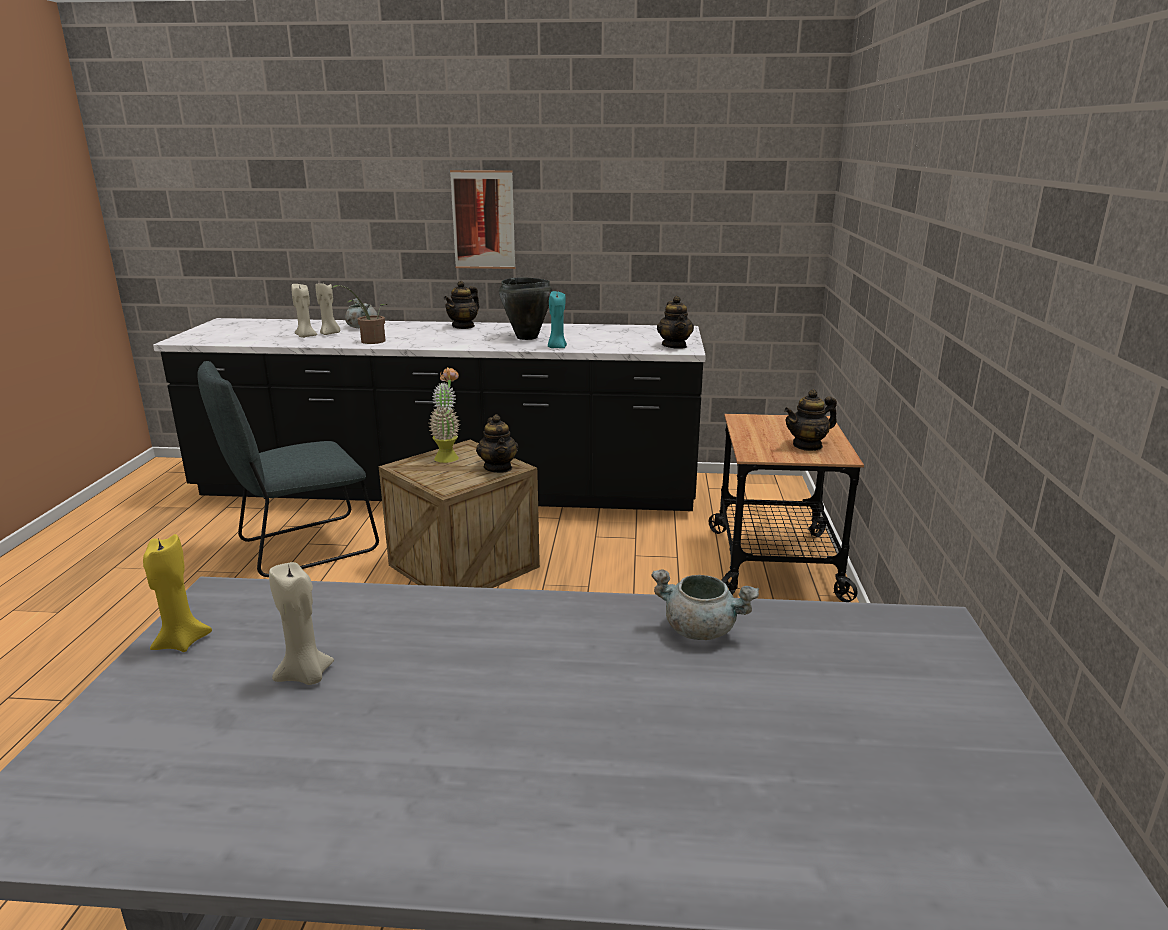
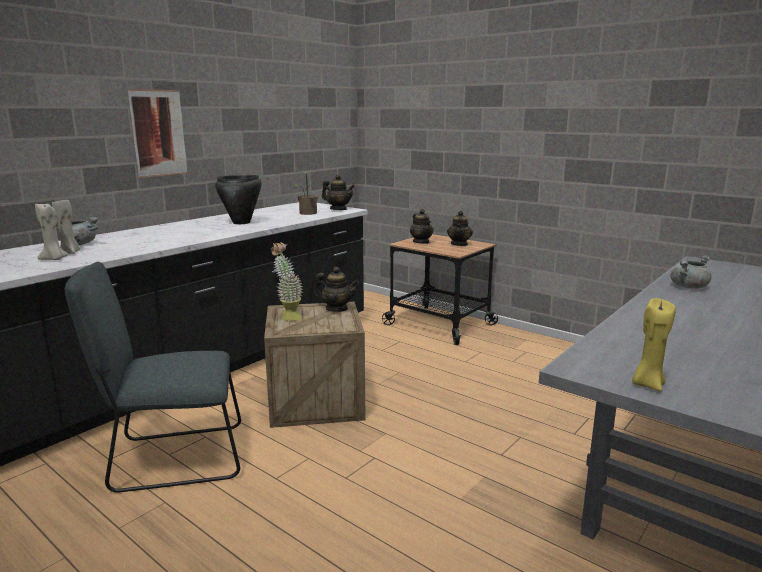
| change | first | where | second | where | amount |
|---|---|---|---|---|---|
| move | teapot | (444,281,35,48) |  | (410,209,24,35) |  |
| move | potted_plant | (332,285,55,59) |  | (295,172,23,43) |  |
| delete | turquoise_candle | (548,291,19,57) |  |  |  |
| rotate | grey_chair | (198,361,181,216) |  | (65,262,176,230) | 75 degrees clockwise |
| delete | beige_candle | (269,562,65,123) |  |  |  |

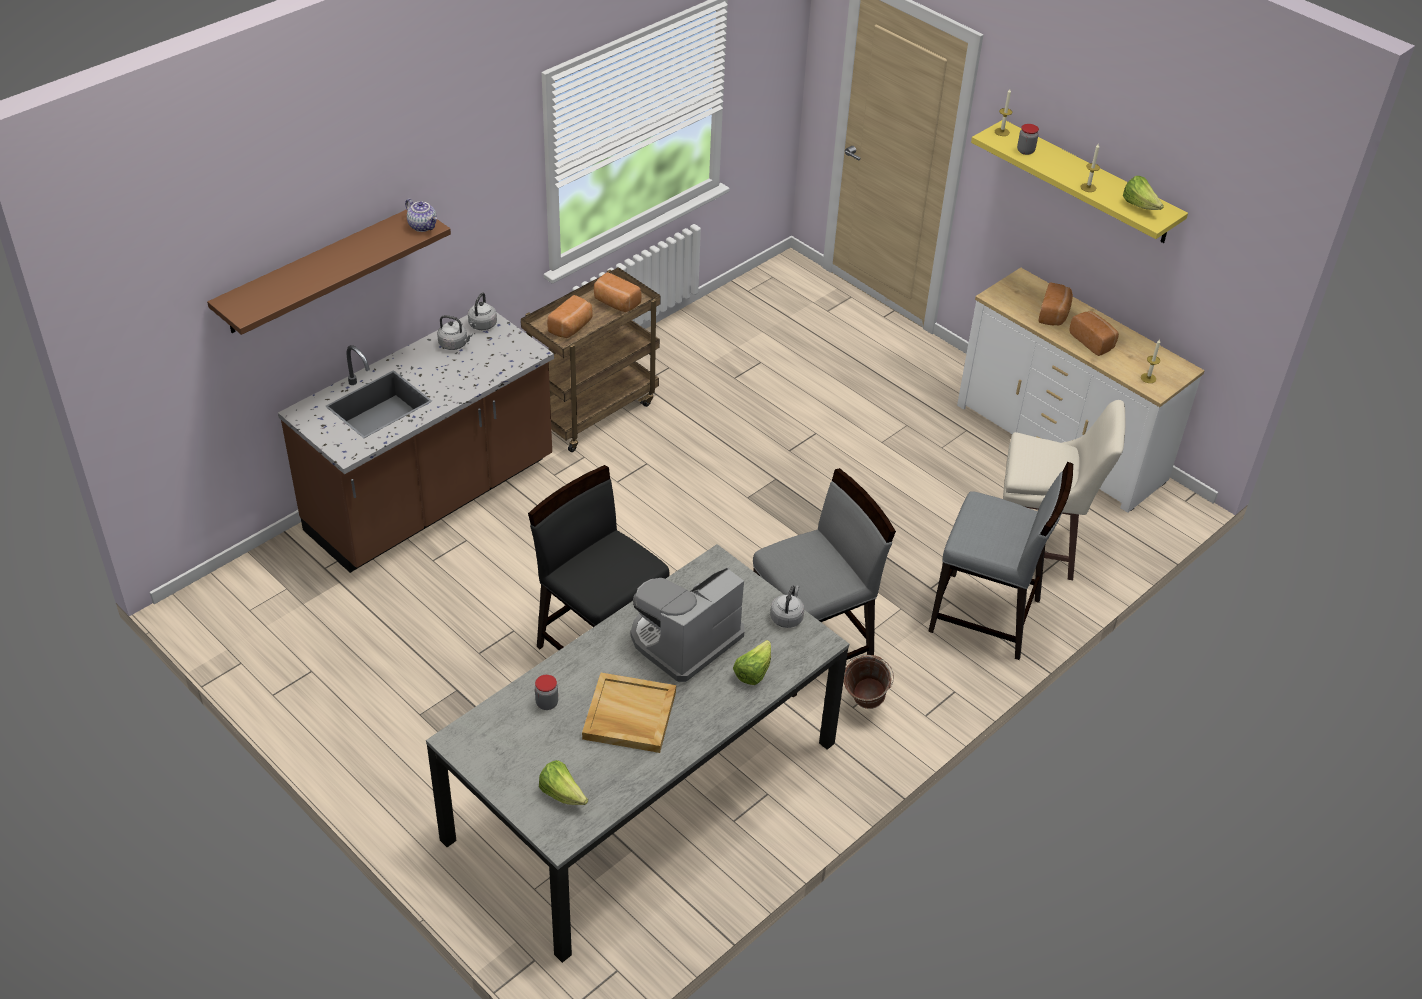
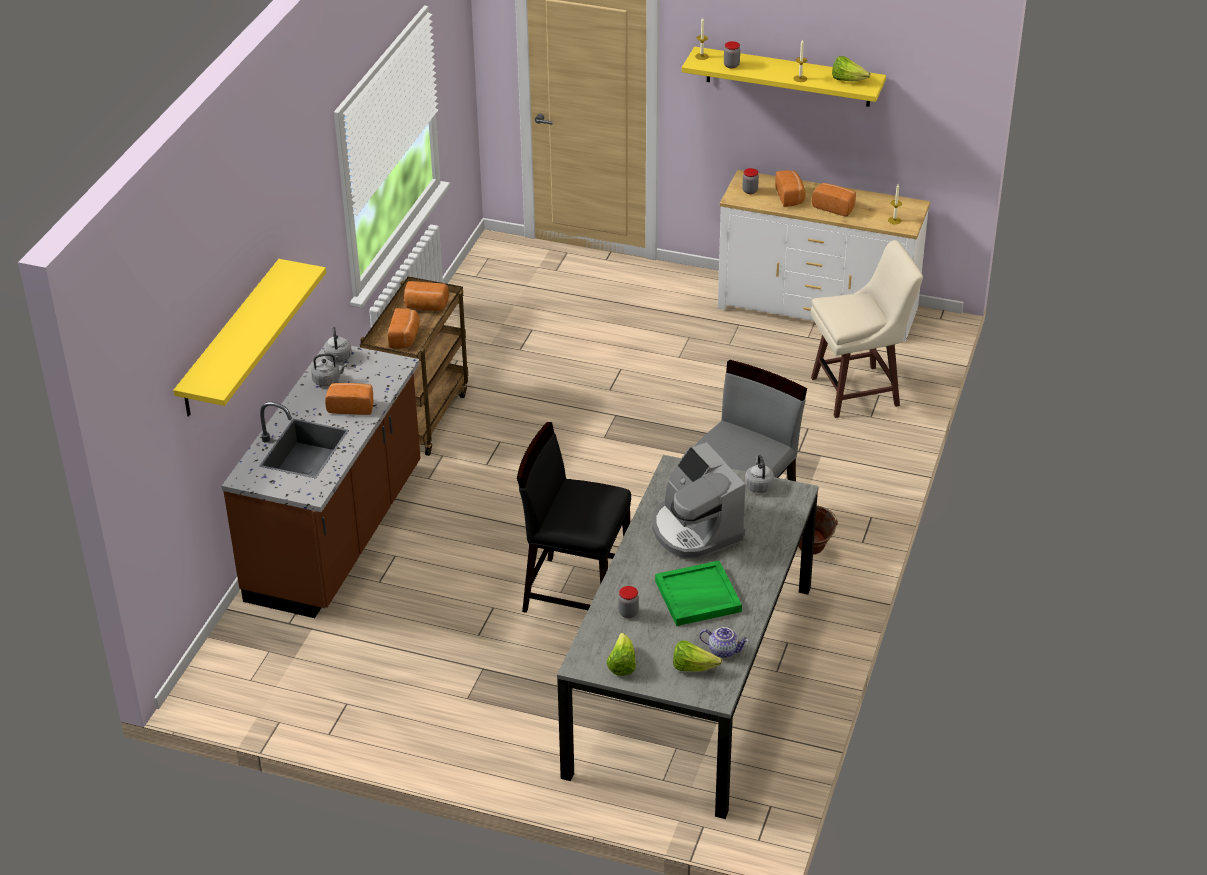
| change | first | where | second | where | amount |
|---|---|---|---|---|---|
| move | teapot | (405,199,32,33) |  | (699,627,50,31) |  |
| recolor | brown_shelf | (207,209,244,126) | yellow_shelf | (173,259,153,158) |  |
| delete | grey_chair | (928,462,145,198) |  |  |  |
| rotate | coffee_machine | (631,567,113,115) |  | (652,442,93,117) | 45 degrees counterclockwise |
| move | lettuce | (733,640,38,45) |  | (607,633,29,43) |  |
| recolor | beige_tray | (582,673,94,80) | green_tray | (655,561,87,65) |  |
| insert |  |  | jar | (742,168,17,26) |  |
| insert |  |  | bread | (325,383,48,32) |  |

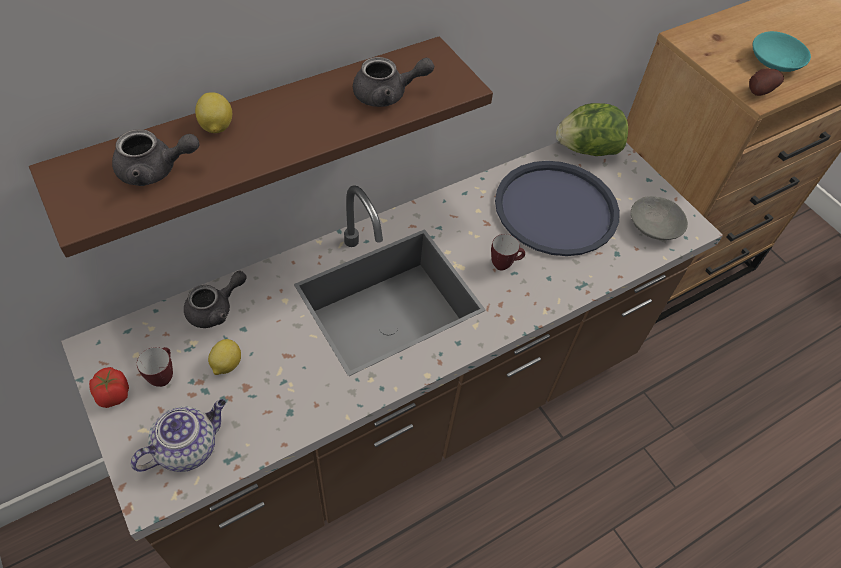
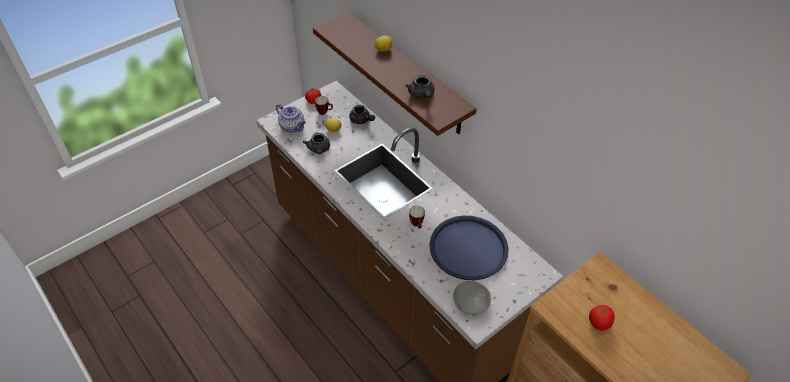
| change | first | where | second | where | amount |
|---|---|---|---|---|---|
| replace | turquoise_bowl | (753,31,58,41) | tomato | (589,305,25,26) |  |
| delete | potato | (749,69,35,27) |  |  |  |
| delete | lettuce | (556,103,72,53) |  |  |  |
| move | grey_teapot | (112,129,87,57) |  | (303,133,27,21) |  |

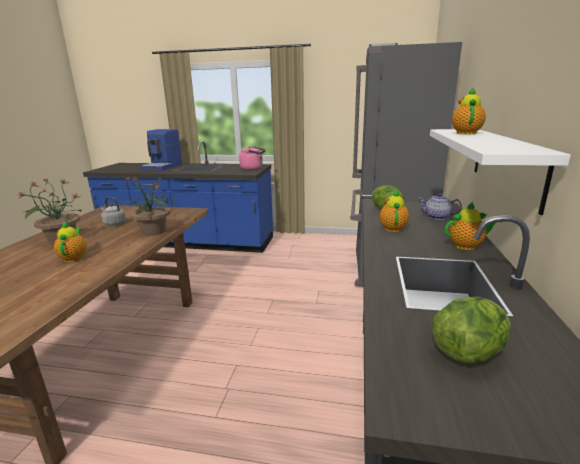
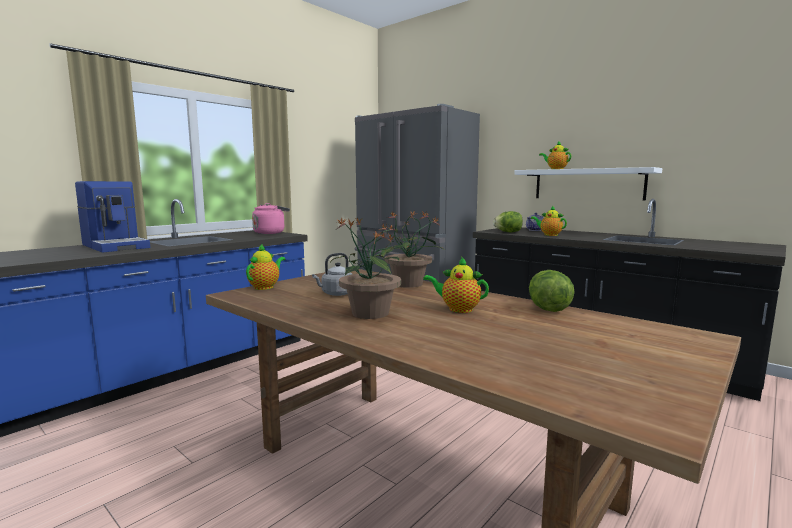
| change | first | where | second | where | amount |
|---|---|---|---|---|---|
| move | teapot | (445,202,58,48) |  | (246,243,39,47) |  |
| move | lettuce | (432,297,79,67) |  | (529,270,46,42) |  |

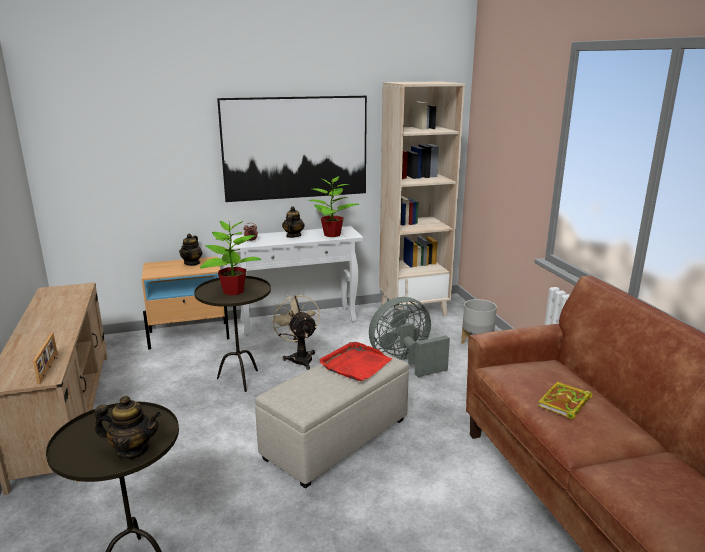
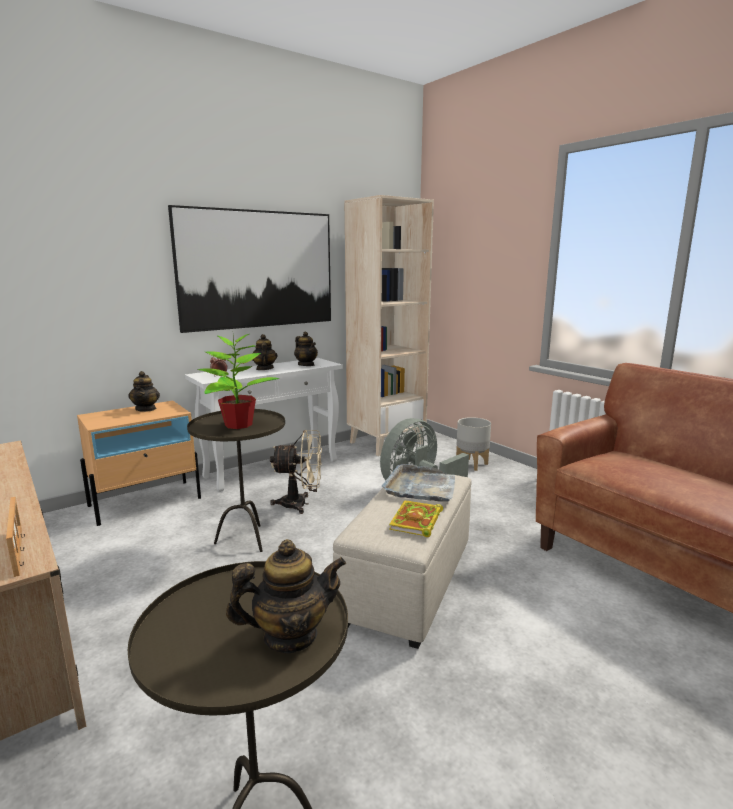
| change | first | where | second | where | amount |
|---|---|---|---|---|---|
| replace | potted_plant | (308,176,51,61) | teapot | (294,332,24,34) |  |
| rotate | beige_fan | (270,293,50,77) |  | (270,430,52,84) | 135 degrees clockwise |
| recolor | red_tray | (319,342,73,40) | grey_tray | (381,464,74,38) |  |
| move | book | (538,382,54,37) |  | (389,500,54,37) |  |

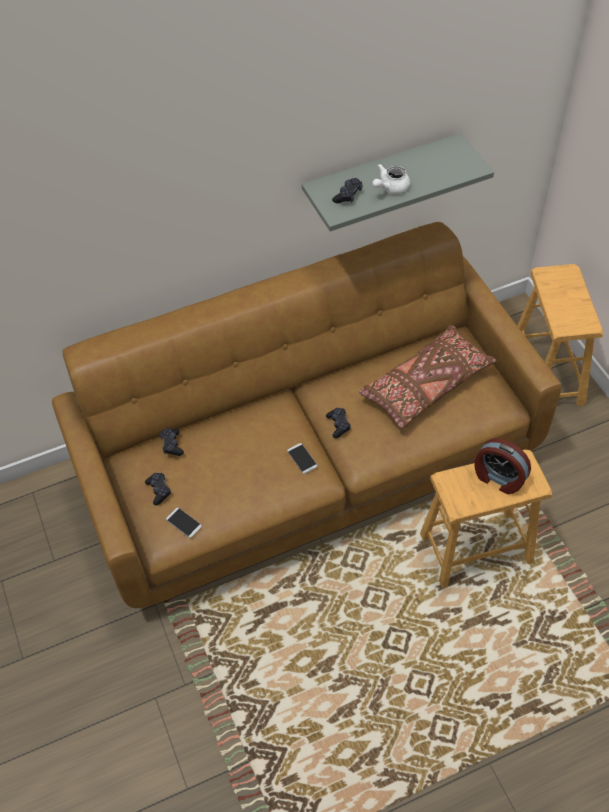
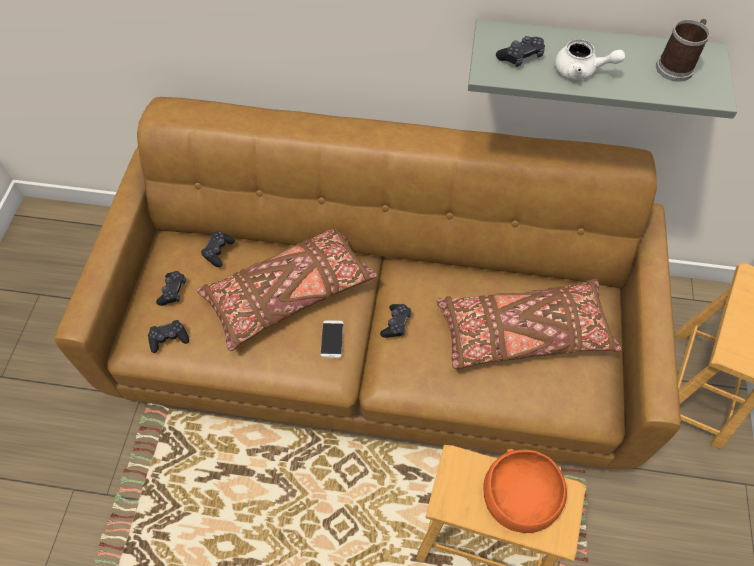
| change | first | where | second | where | amount |
|---|---|---|---|---|---|
| rotate | white_teapot | (372,164,38,30) |  | (555,39,70,41) | 150 degrees counterclockwise |
| replace | alarm_clock | (474,438,57,56) | orange_bowl | (483,449,84,84) |  |
| replace | phone | (166,508,36,30) | black_game_controller | (148,320,41,33) |  |
| insert |  |  | mug | (656,19,54,63) |  |
| insert |  |  | brown_pillow | (197,228,180,123) |  |

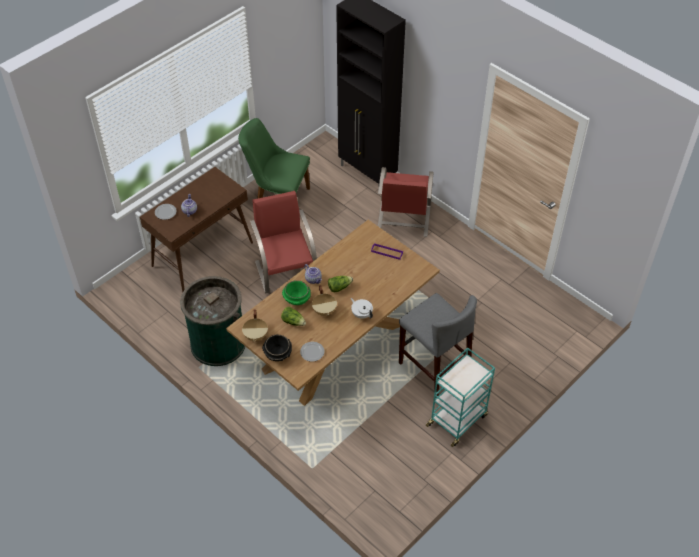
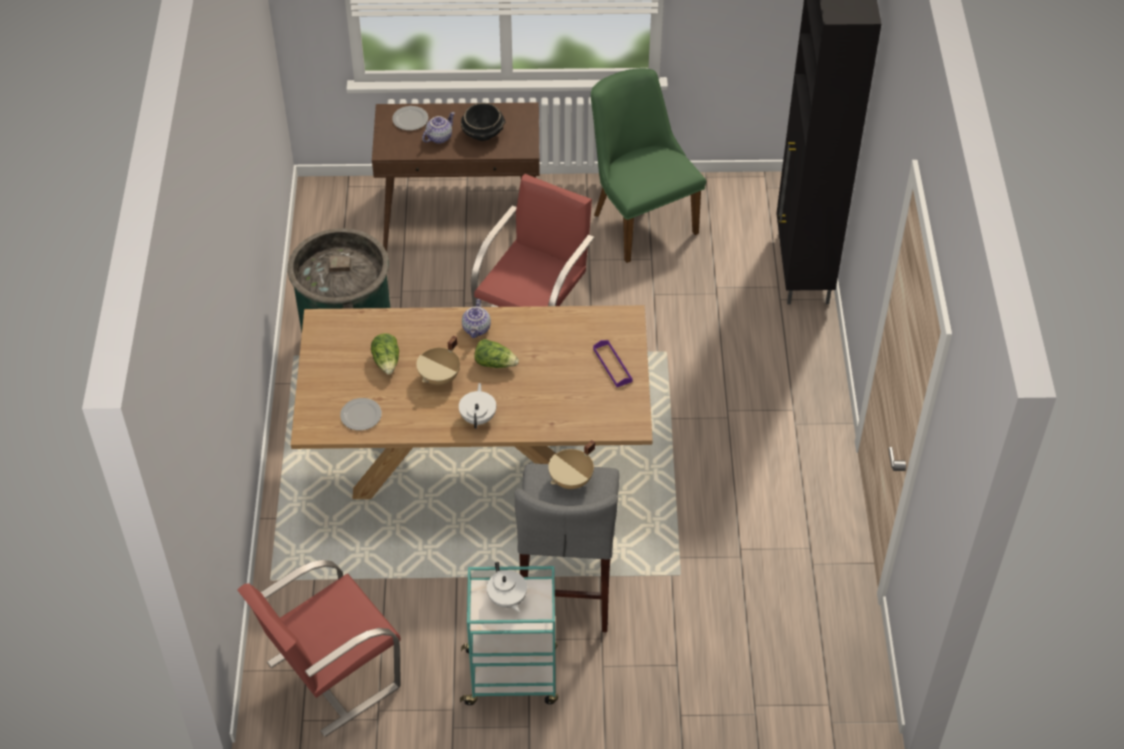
| change | first | where | second | where | amount |
|---|---|---|---|---|---|
| move | red_chair | (378,167,56,70) |  | (237,560,164,177) |  |
| delete | green_bowl | (282,280,29,25) |  |  |  |
| move | beige_cooking_pot | (242,310,26,32) |  | (548,440,47,49) |  |
| move | black_bowl | (262,335,30,26) |  | (461,103,45,38) |  |
| insert |  |  | white_teapot | (487,562,40,50) |  |

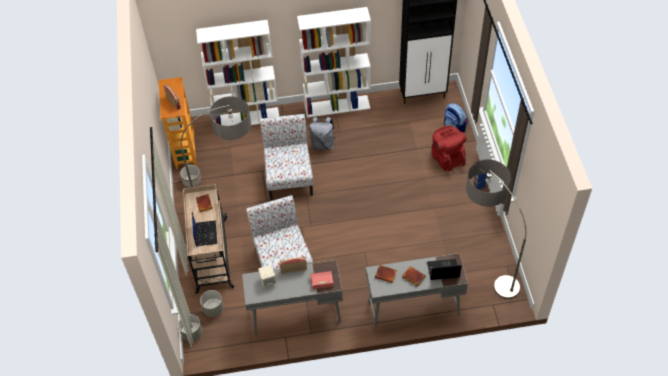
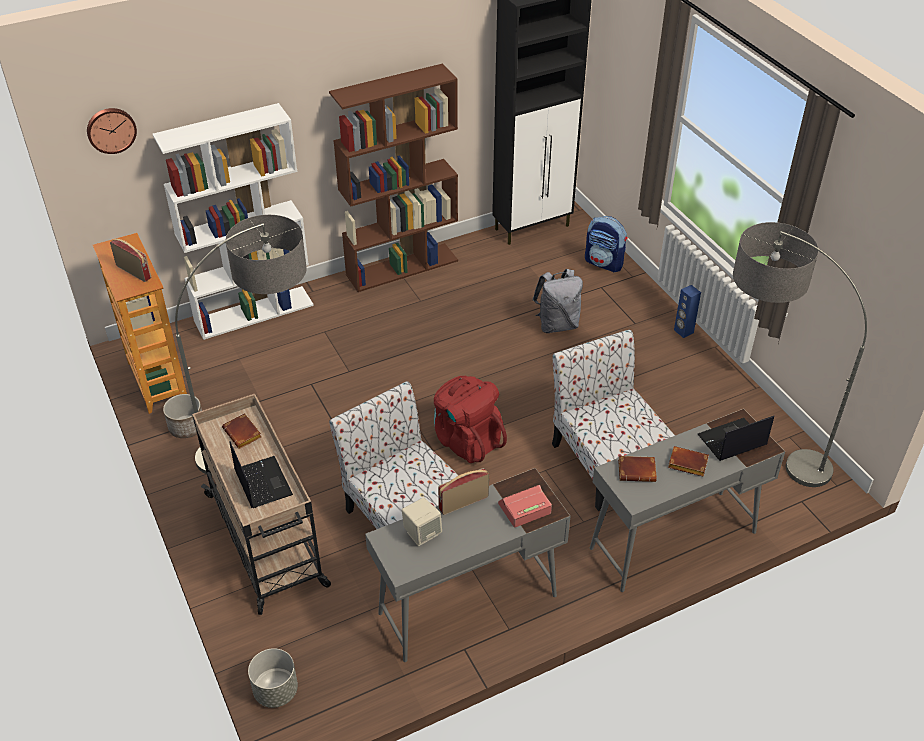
| change | first | where | second | where | amount |
|---|---|---|---|---|---|
| recolor | white_bookcase | (297,7,74,111) | brown_bookcase | (329,64,129,228) |  |
| move | chair | (260,114,53,86) |  | (552,329,123,182) |  |
| move | grey_backpack | (309,117,27,33) |  | (533,269,50,64) |  |
| move | red_backpack | (432,126,34,45) |  | (434,376,73,87) |  |
| delete | grey_planter | (200,290,24,27) |  |  |  |
| insert |  |  | wall_clock | (87,108,50,46) |  |

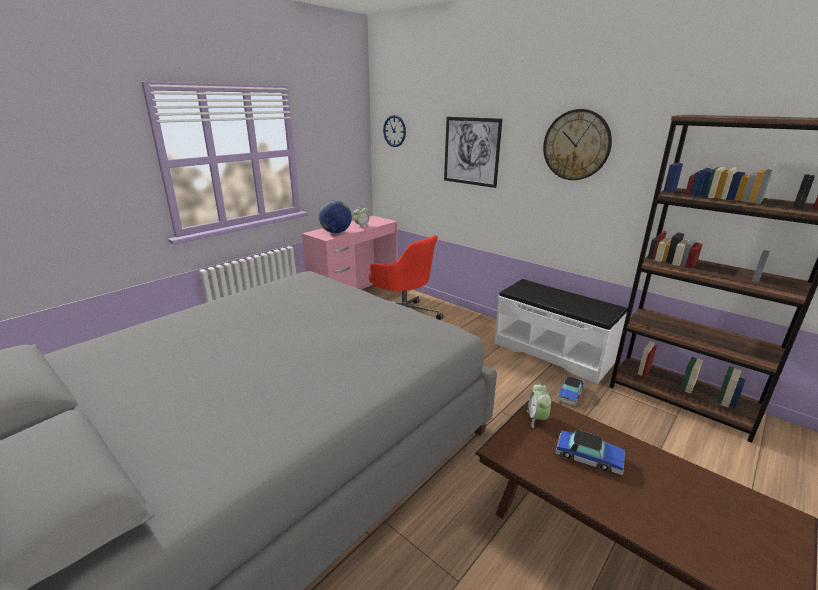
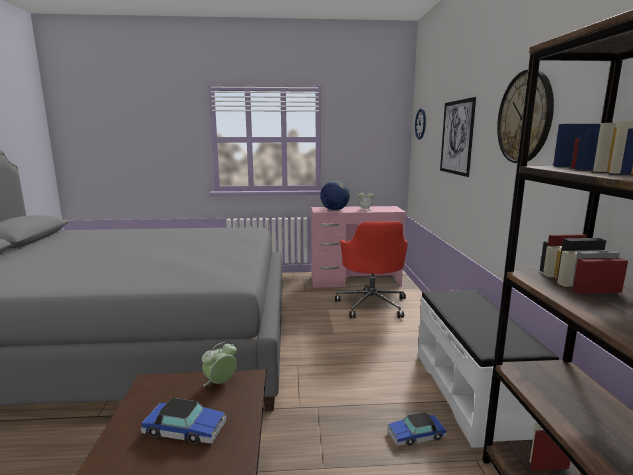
| change | first | where | second | where | amount |
|---|---|---|---|---|---|
| rotate | toy_car | (555,430,70,45) |  | (141,398,86,46) | 60 degrees counterclockwise |

